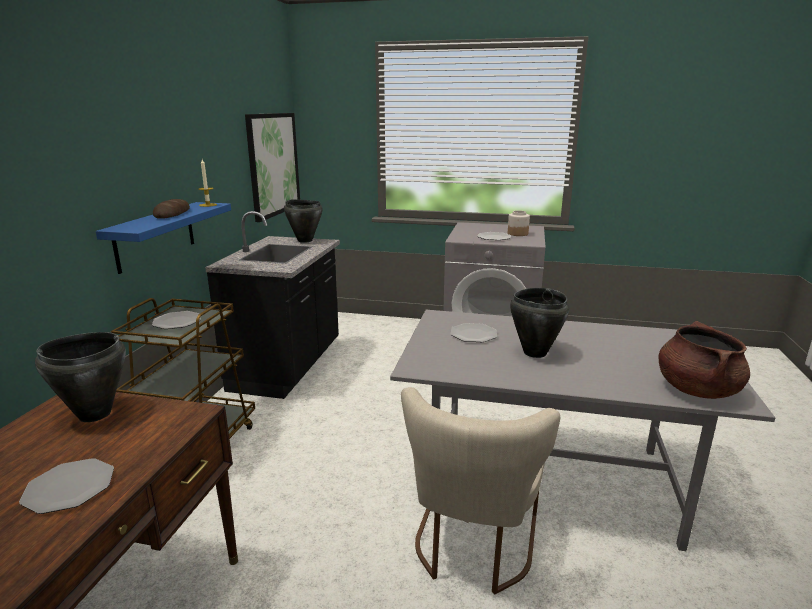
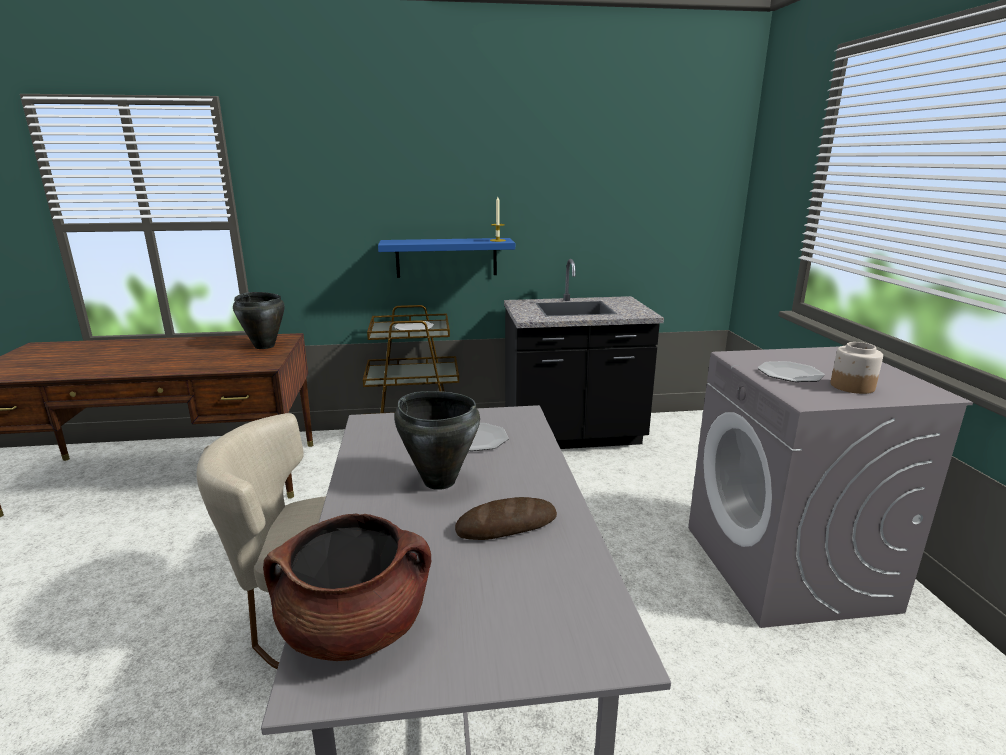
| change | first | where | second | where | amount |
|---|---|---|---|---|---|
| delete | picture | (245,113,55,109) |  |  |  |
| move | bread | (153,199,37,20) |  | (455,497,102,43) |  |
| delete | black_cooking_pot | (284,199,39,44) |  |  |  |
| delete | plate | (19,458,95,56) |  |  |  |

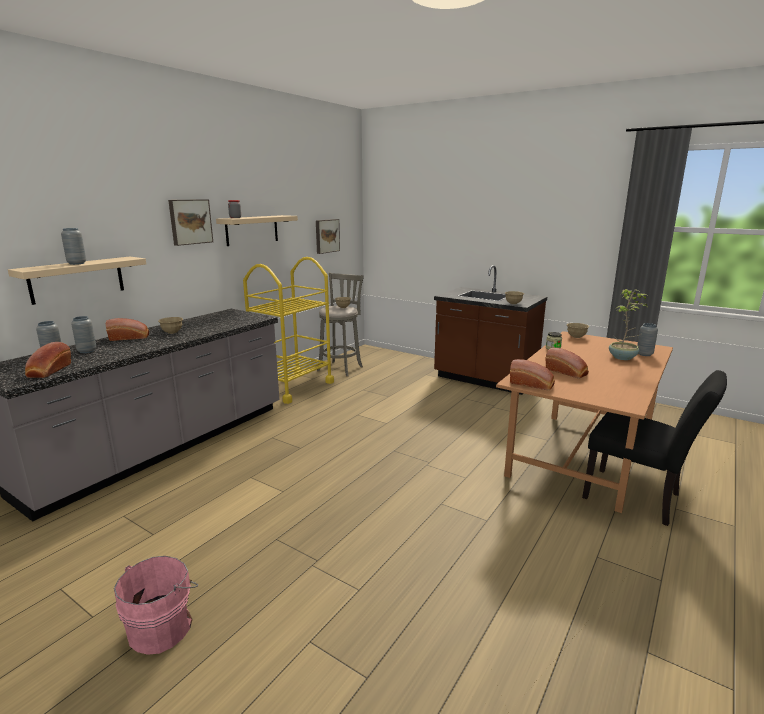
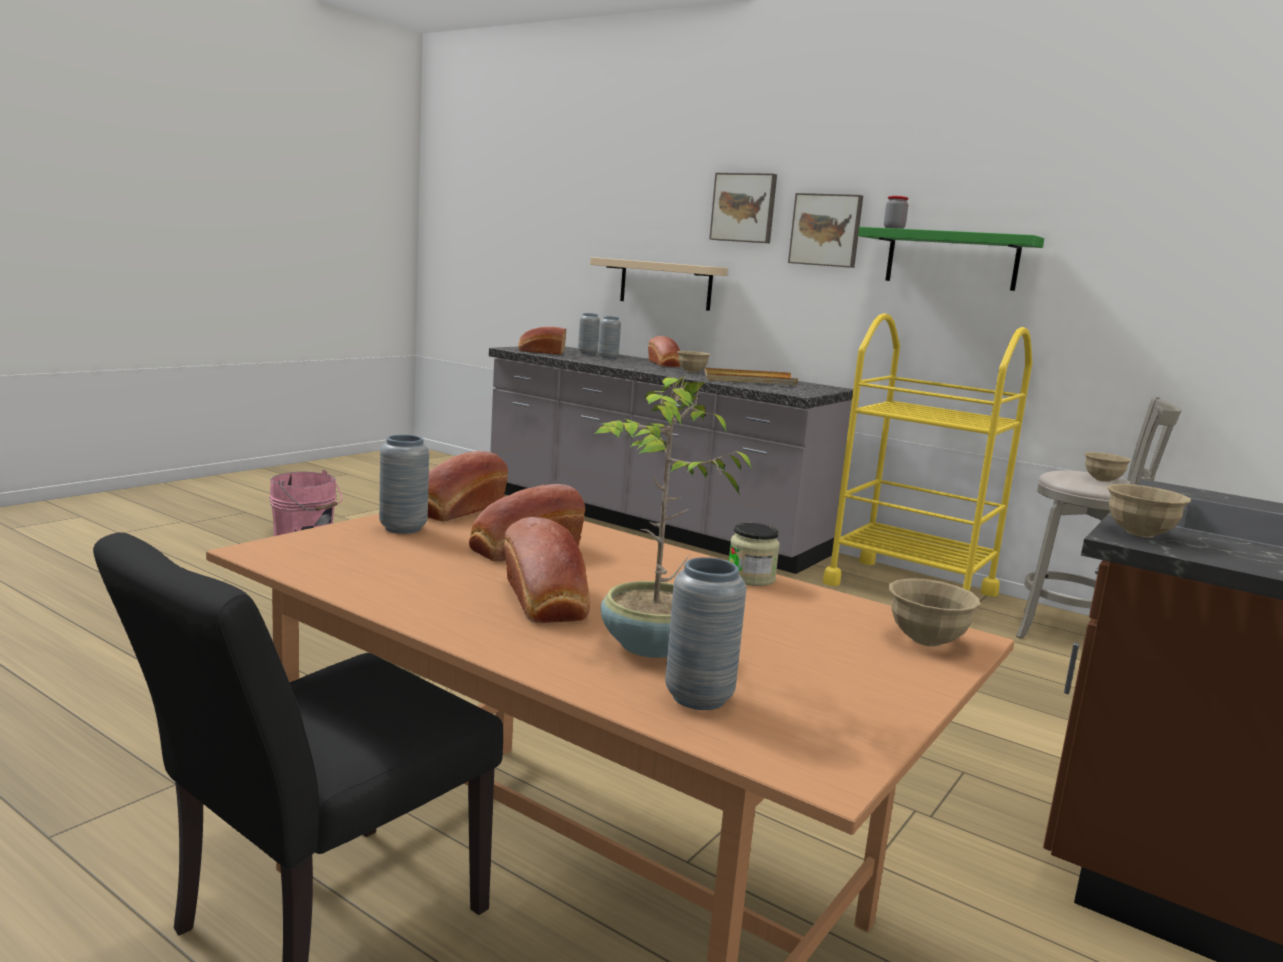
| change | first | where | second | where | amount |
|---|---|---|---|---|---|
| recolor | beige_shelf | (216,215,82,31) | green_shelf | (858,227,186,64) |  |
| move | picture | (316,219,24,35) |  | (709,173,68,70) |  |
| move | grey_vase | (61,228,25,37) |  | (379,435,50,99) |  |
| insert |  |  | beige_tray | (705,368,93,17) |  |
| insert |  |  | bread | (504,517,86,106) |  |

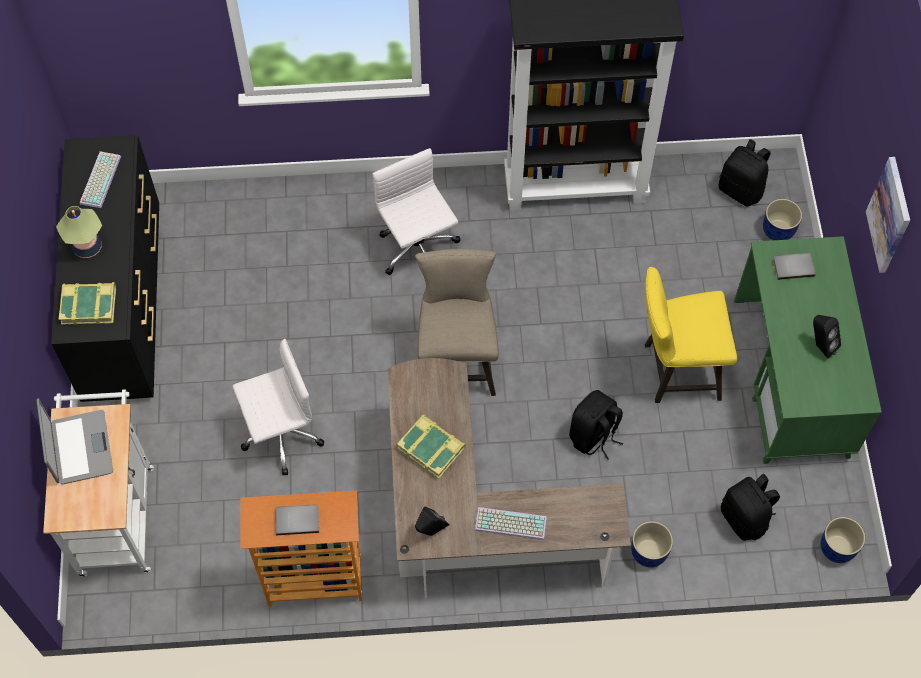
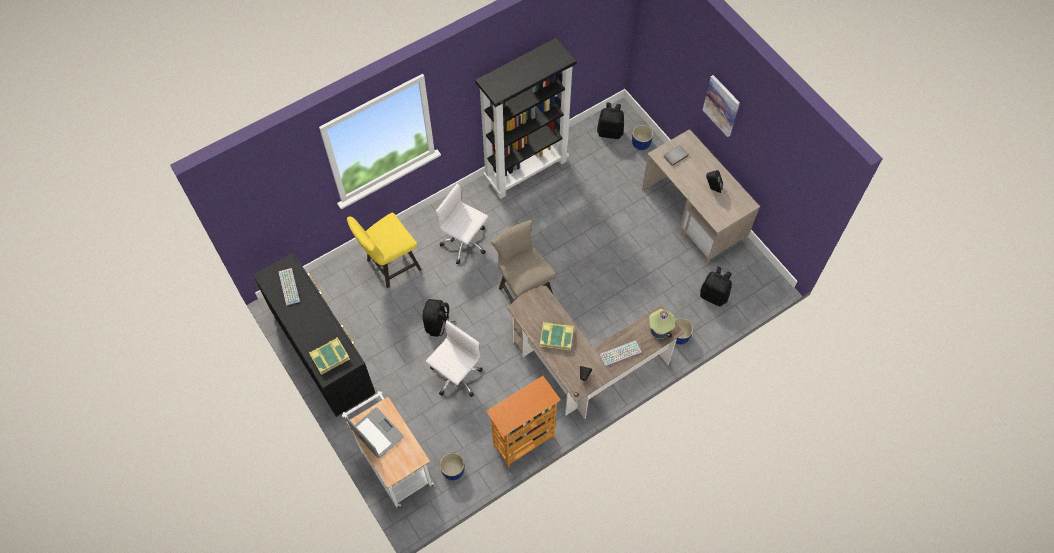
| change | first | where | second | where | amount |
|---|---|---|---|---|---|
| move | table_lamp | (56,206,46,52) |  | (649,309,26,30) |  |
| recolor | green_desk | (734,236,148,228) | beige_desk | (642,129,118,135) |  |
| move | yellow_stool | (645,267,92,136) |  | (347,213,74,75) |  |
| move | black_backpack | (569,390,54,70) |  | (422,299,34,38) |  |
| delete | grey_book | (275,504,44,31) |  |  |  |
| move | blue_planter | (821,517,44,46) |  | (440,452,24,28) |  |

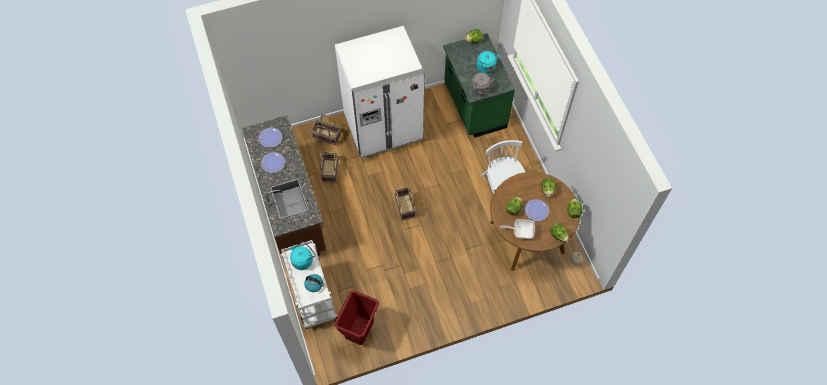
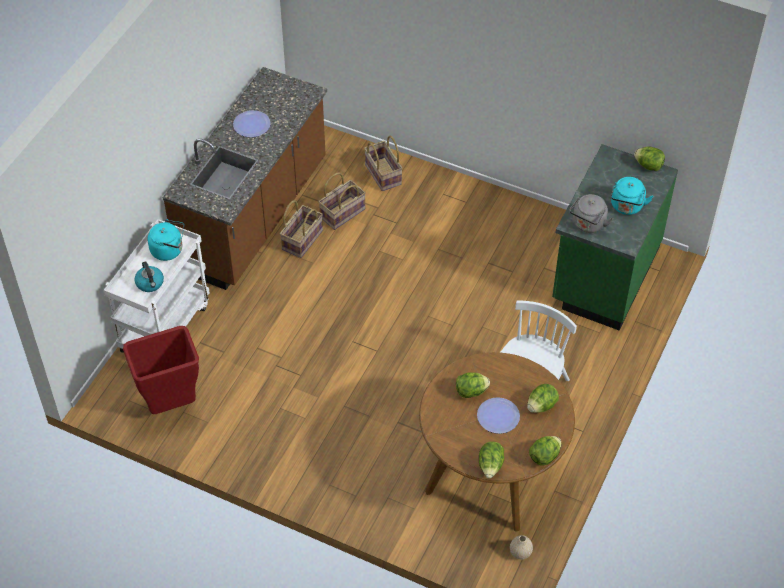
| change | first | where | second | where | amount |
|---|---|---|---|---|---|
| delete | white_fridge | (335,26,90,133) |  |  |  |
| delete | plate | (258,127,24,21) |  |  |  |
| move | basket | (394,187,22,33) |  | (280,200,43,58) |  |
| delete | frying_pan | (500,219,35,20) |  |  |  |

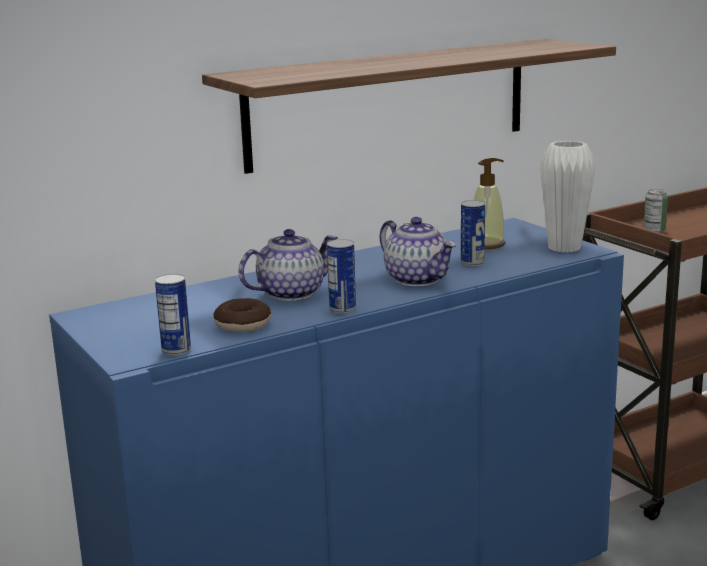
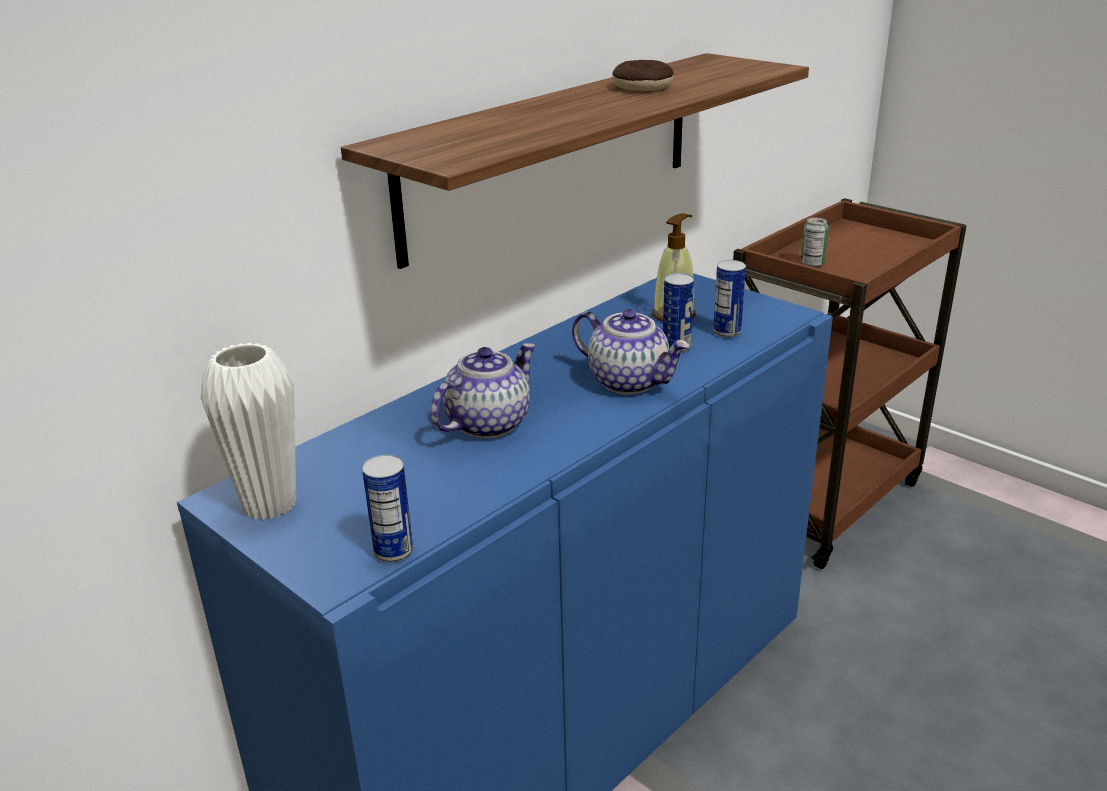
| change | first | where | second | where | amount |
|---|---|---|---|---|---|
| move | white_vase | (540,141,55,111) |  | (201,343,95,177) |  |
| move | can | (327,239,29,75) |  | (713,260,33,78) |  |
| move | donut | (213,298,58,34) |  | (612,60,62,31) |  |

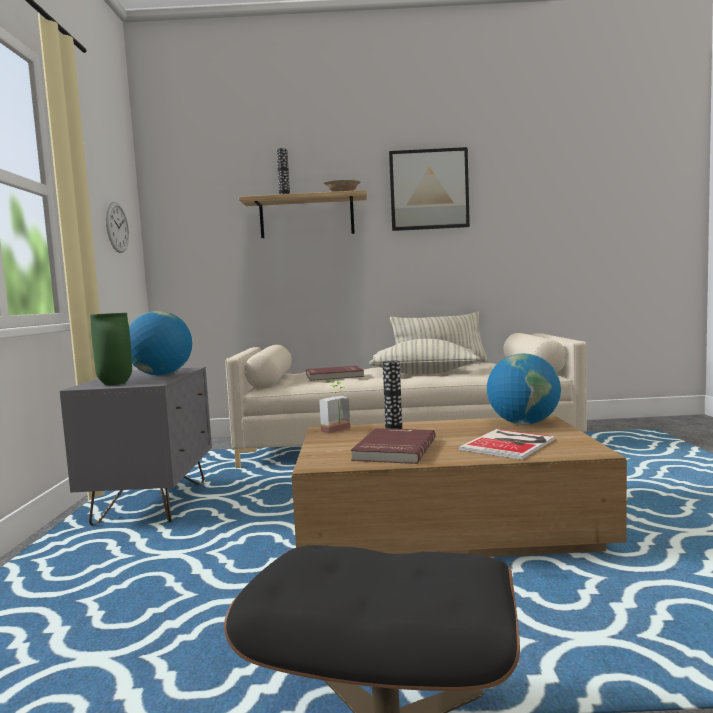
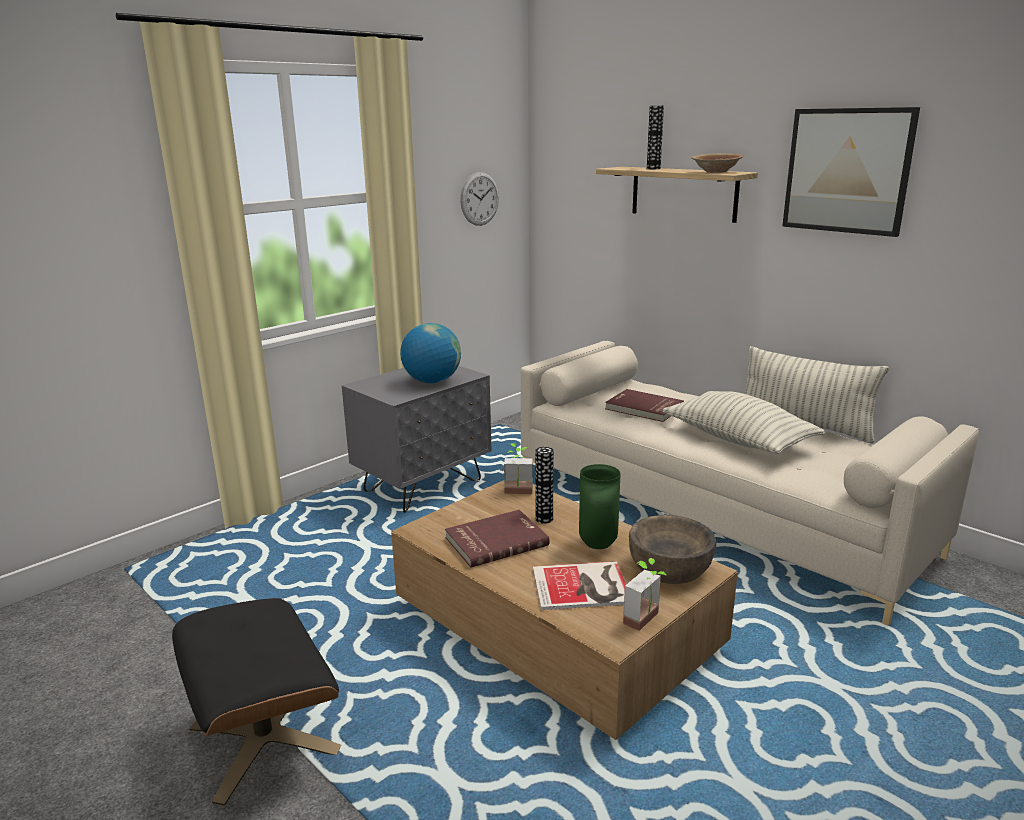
| change | first | where | second | where | amount |
|---|---|---|---|---|---|
| move | green_vase | (90,313,42,72) |  | (579,464,42,85) |  |
| replace | globe | (487,353,74,72) | brown_bowl | (629,515,87,69) |  |
| insert |  |  | potted_plant | (623,558,43,73) |  |

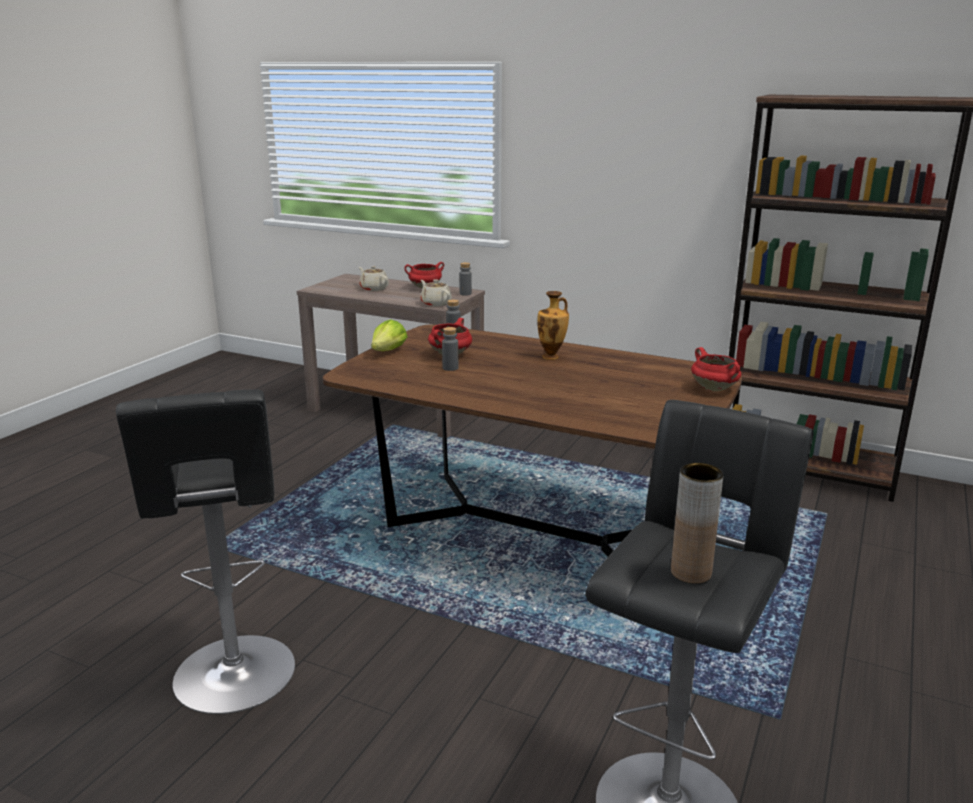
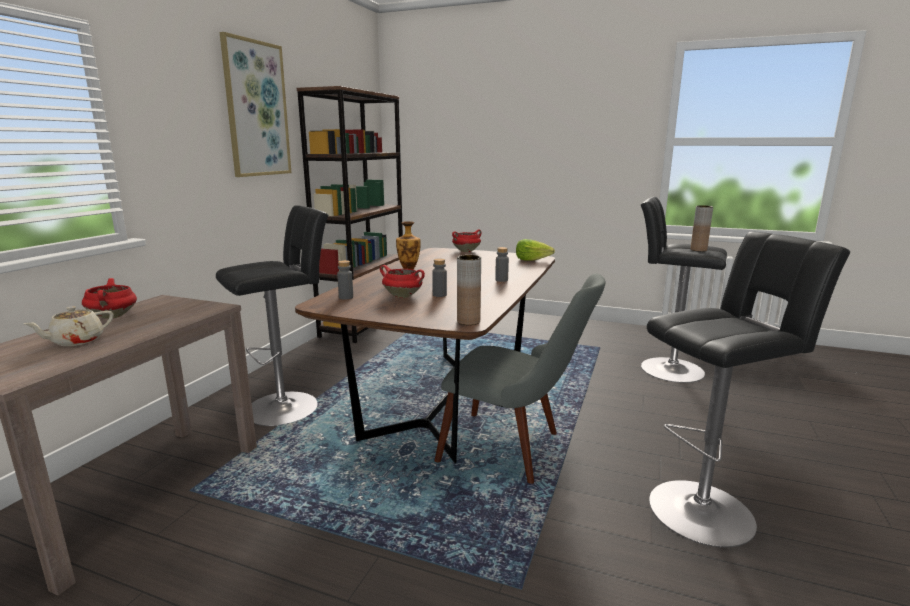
| change | first | where | second | where | amount |
|---|---|---|---|---|---|
| move | grey_bottle | (459,262,13,34) |  | (495,247,14,35) |  |
| delete | beige_teapot | (421,279,31,27) |  |  |  |
| move | lettuce | (371,319,37,32) |  | (516,239,39,22) |  |
| insert |  |  | picture | (220,32,71,145) |  |
| insert |  |  | black_stool | (216,205,112,221) |  |
| insert |  |  | brown_vase | (457,255,24,70) |  |
| insert |  |  | grey_chair | (434,274,171,210) |  |

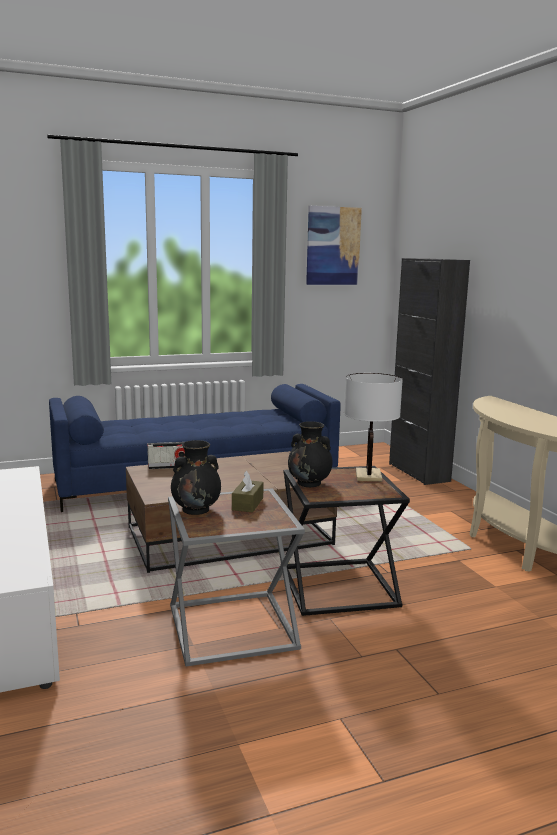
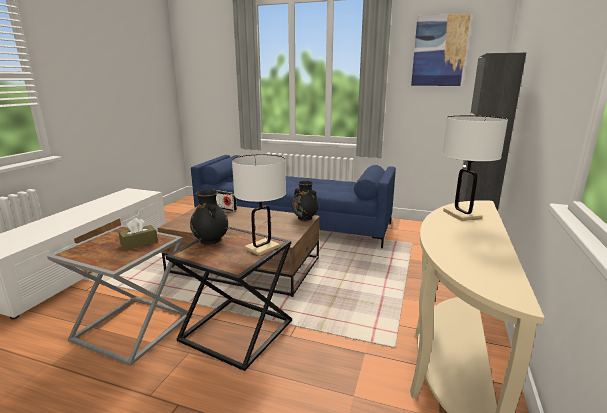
| change | first | where | second | where | amount |
|---|---|---|---|---|---|
| move | black_vase | (171,440,50,75) |  | (292,181,27,40) |  |
| insert |  |  | white_table_lamp | (442,115,66,106) |  |

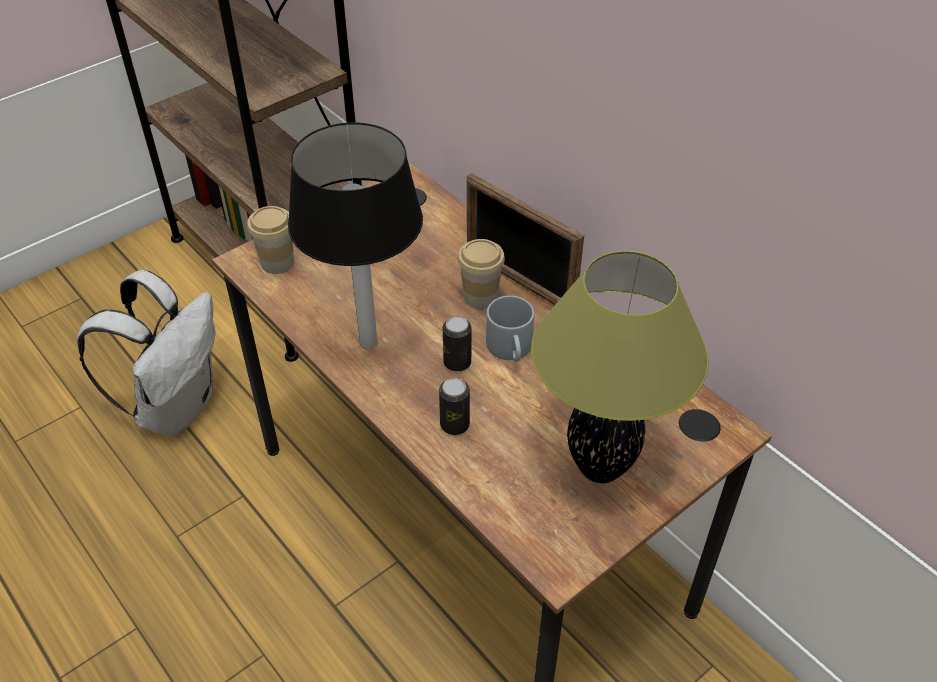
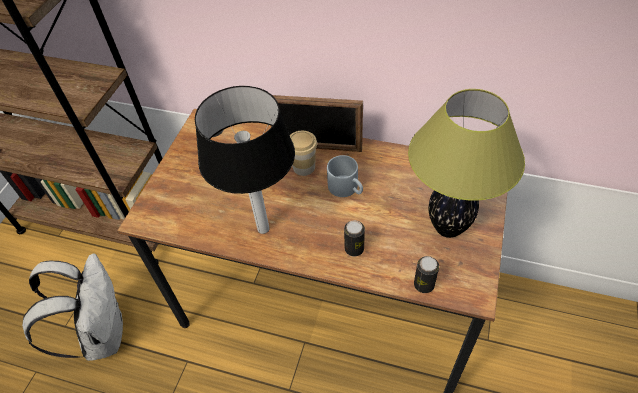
| change | first | where | second | where | amount |
|---|---|---|---|---|---|
| delete | cup | (247,206,47,68) |  |  |  |
| move | can | (443,316,28,55) |  | (414,256,25,37) |  |

